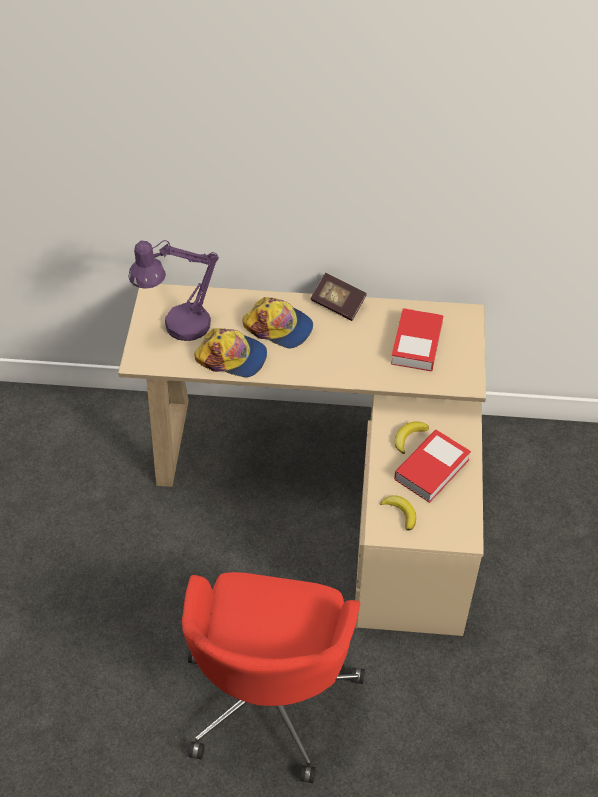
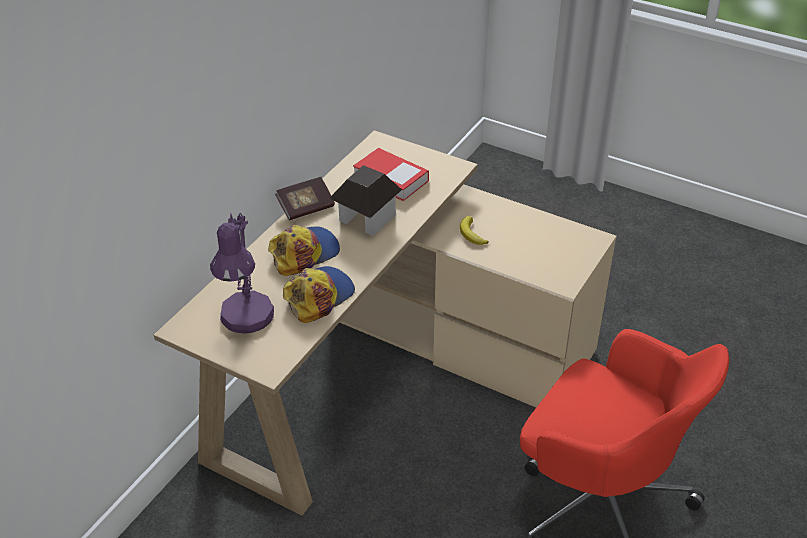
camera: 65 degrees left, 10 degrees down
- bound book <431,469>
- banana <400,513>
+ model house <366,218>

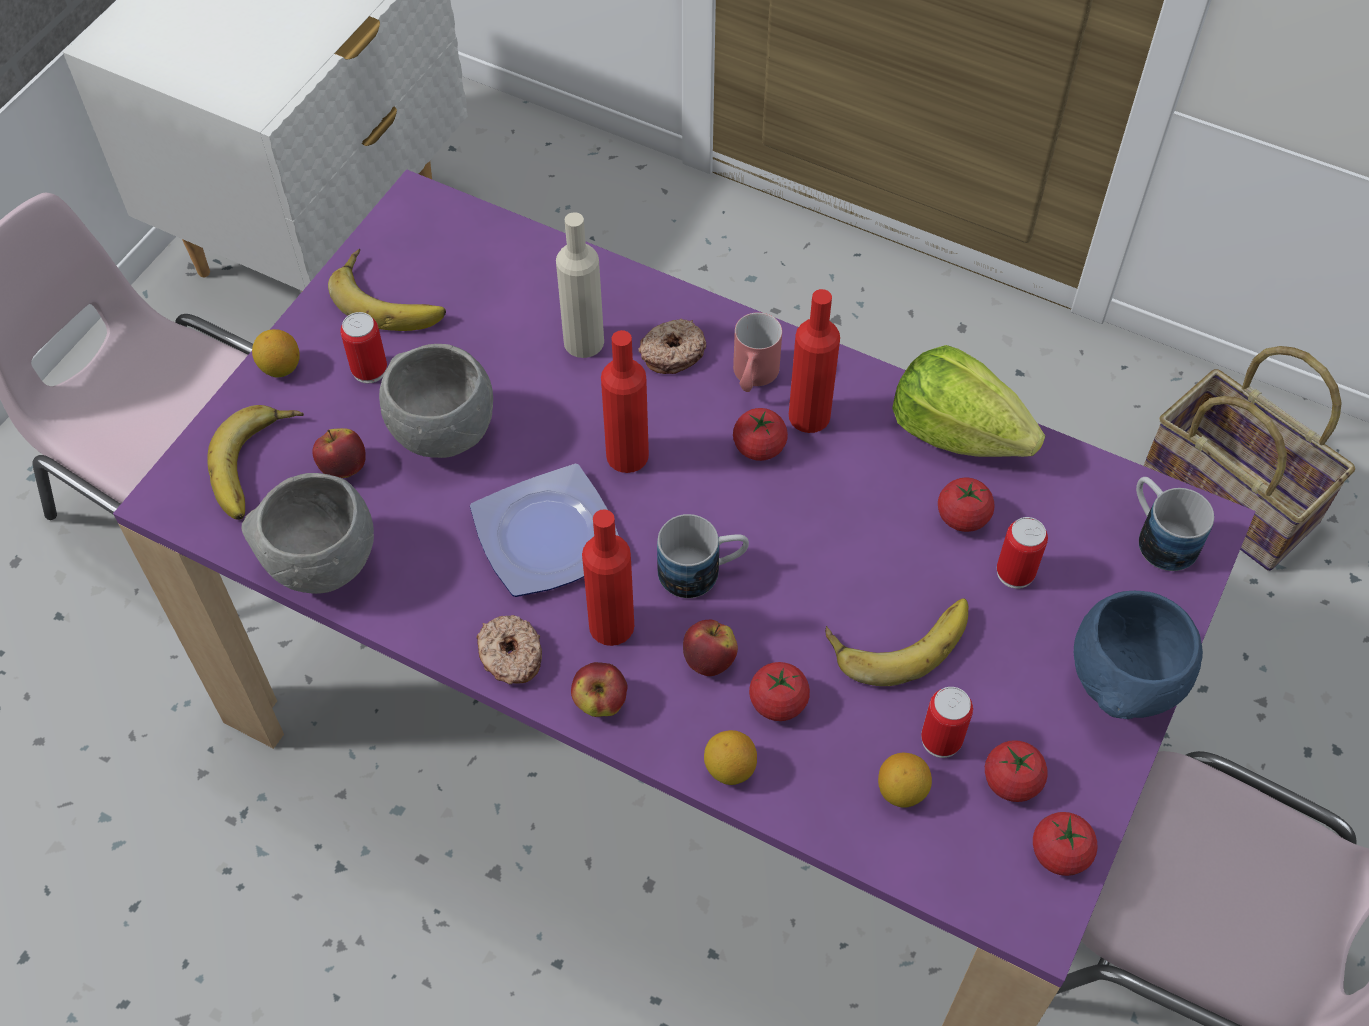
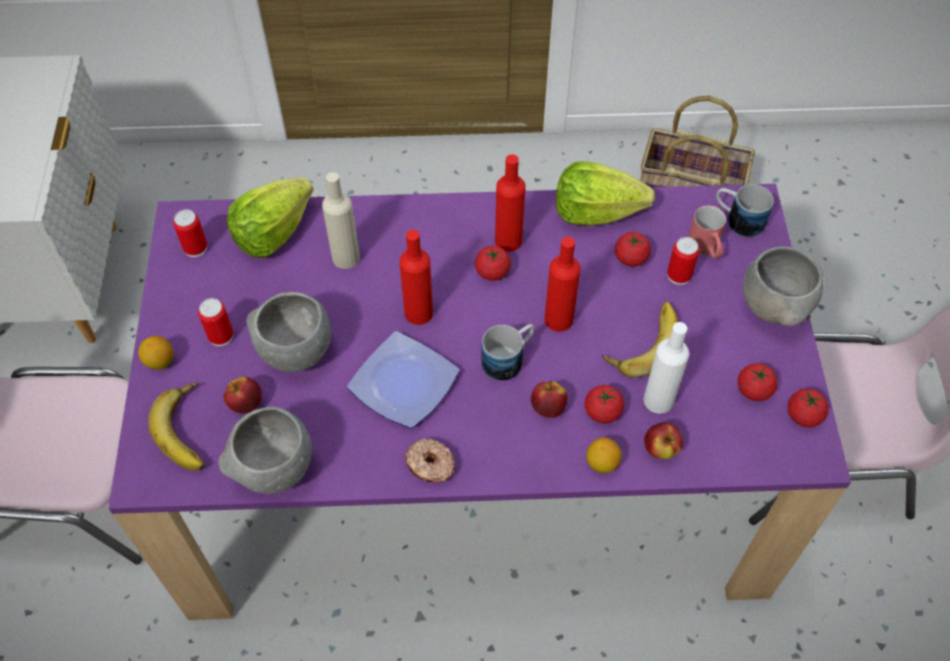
camera: 30 degrees left, 0 degrees up
- banana <391,297>
~ reddish tea mug <753,378> to <705,249>
- donut <672,352>
~ reddish bottle <611,625> to <558,319>
~ blue-coloured deep dish <1121,686> to gray deep dish <773,310>
~ apple fruit <600,702> to <660,449>
~ can <941,739> to <195,248>
- whole lemon <901,791>
+ head of lettuce <273,233>
+ white-coloured bottle <658,400>

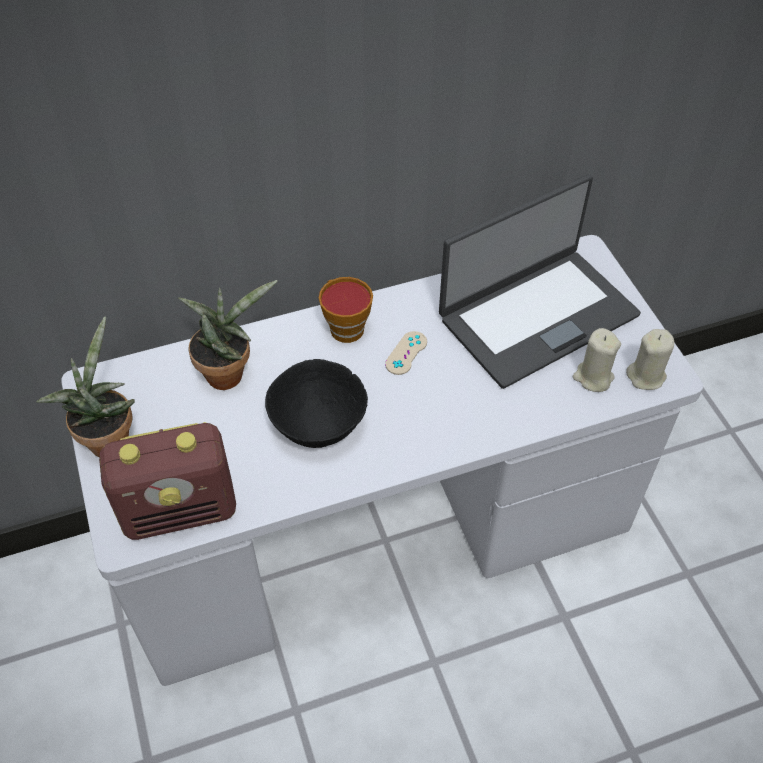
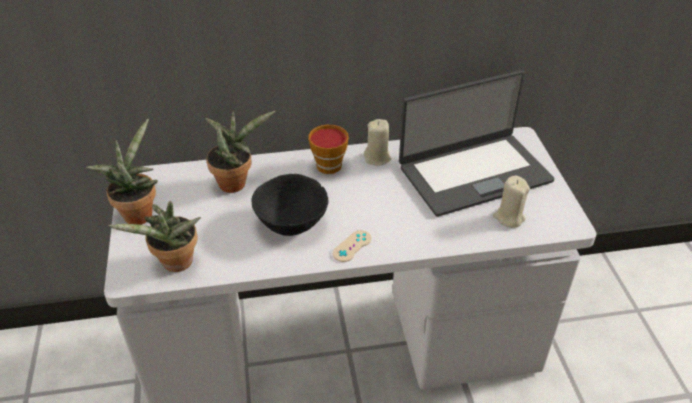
camera: 10 degrees right, 10 degrees down
~ beige-coloured wax candle <646,376> to <377,158>
~ beige-coloured game controller <406,353> to <352,246>
~ radio receiver <181,510> to houseplant <175,265>

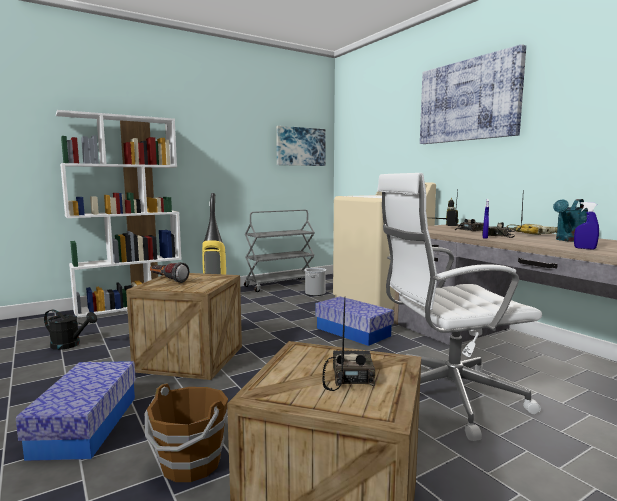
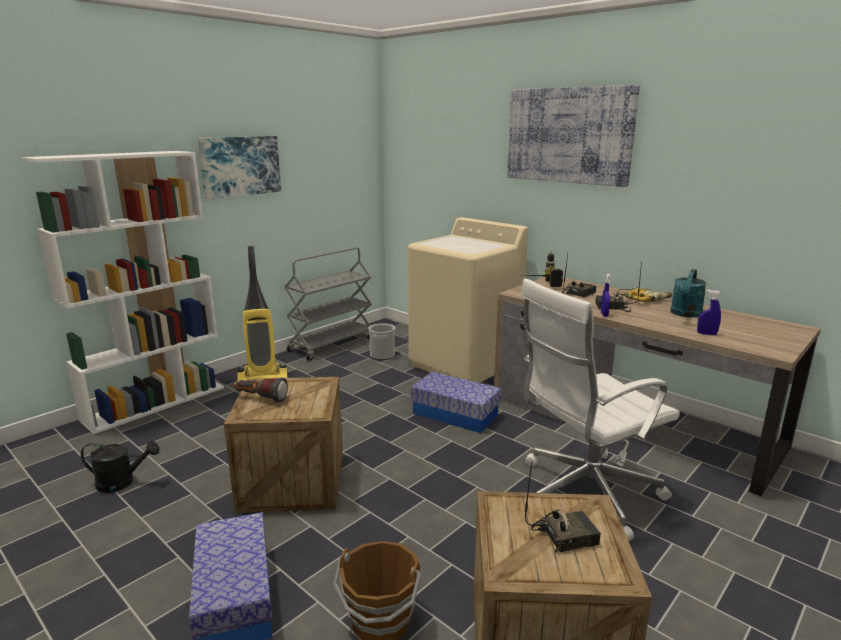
camera: 15 degrees left, 10 degrees up
~ wall art <300,146> to <240,166>
~ radio receiver <348,377> = <564,535> 90 degrees clockwise

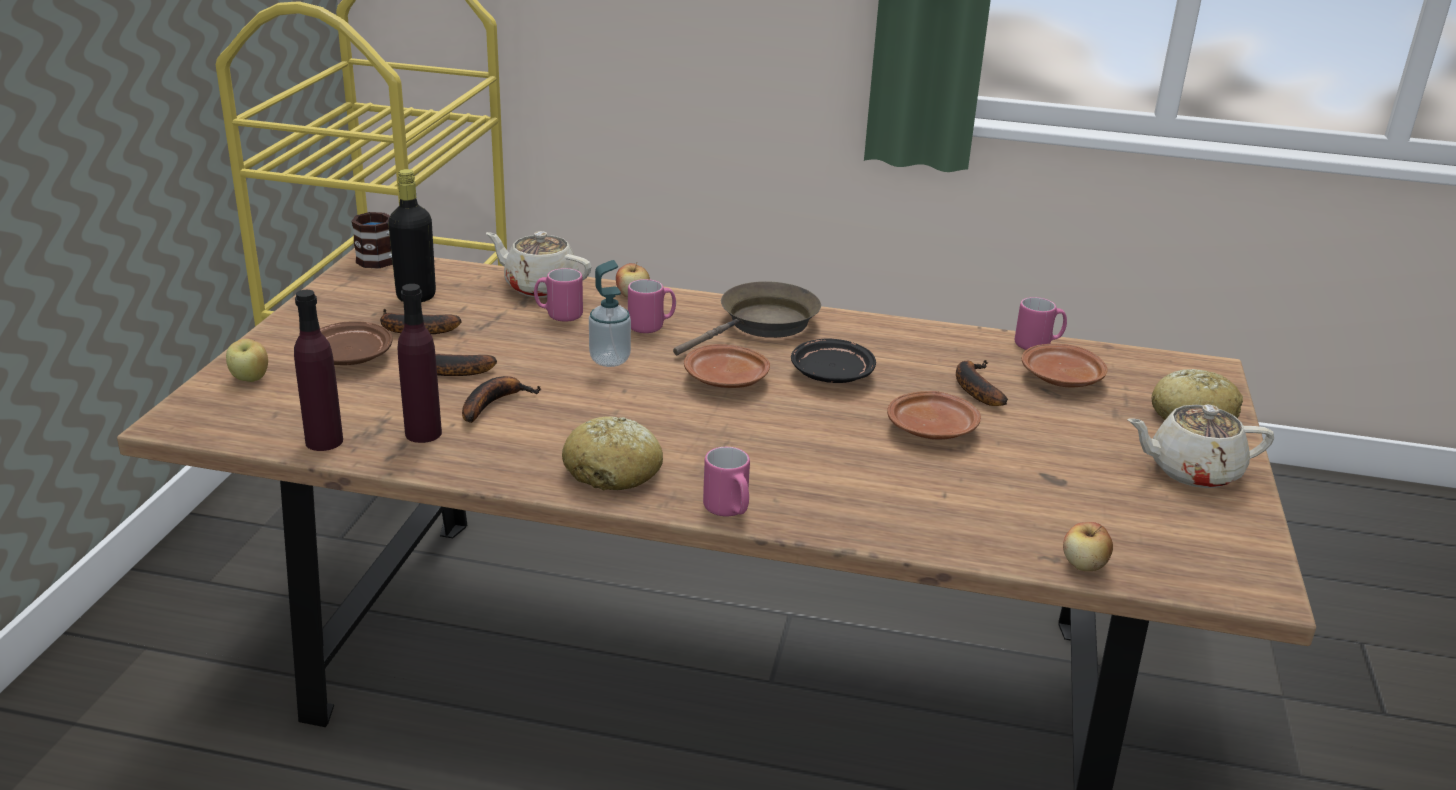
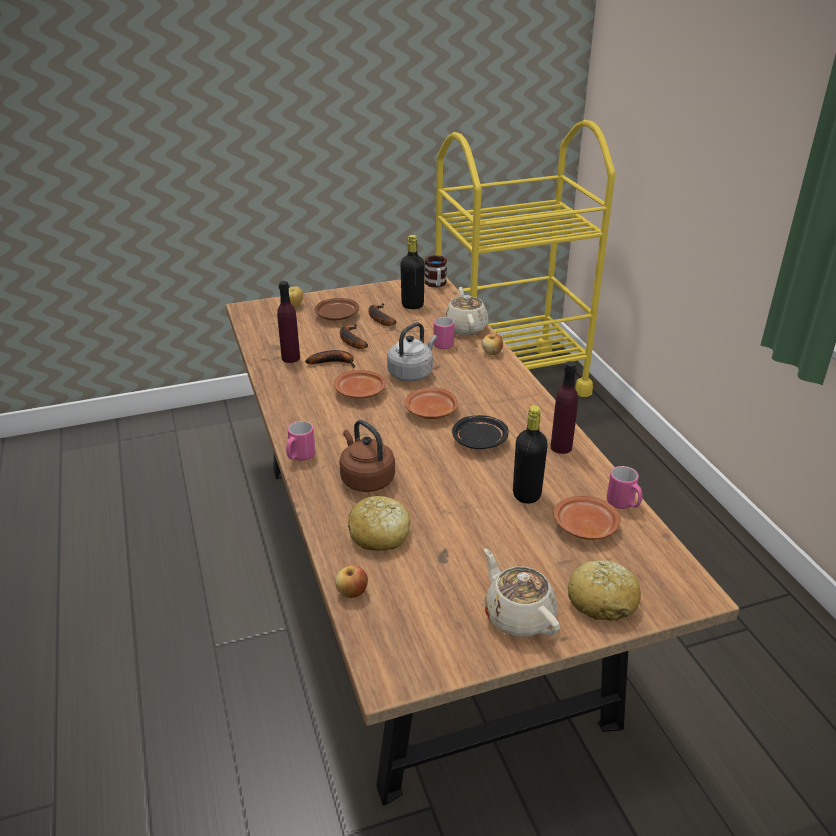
camera: 60 degrees right, 5 degrees up
~ liquid soap bottle <610,360> to gray tea kettle <412,373>
- pinkish tea mug <652,326>
- brownish skillet <763,325>
~ purple-coloured bottle <324,441> to <561,447>
~ banana <974,388> to blackish bottle <526,495>
~ brownish dinner plate <932,429> to <360,392>
~ baked bread <613,471> to <379,534>
+ brownish tea kettle <366,479>

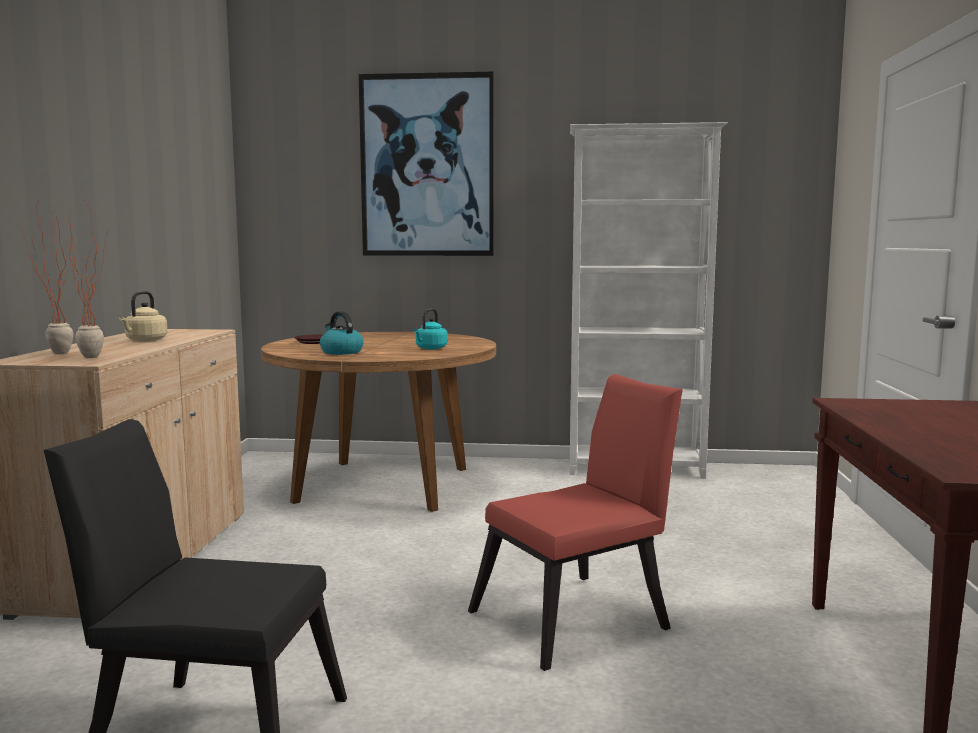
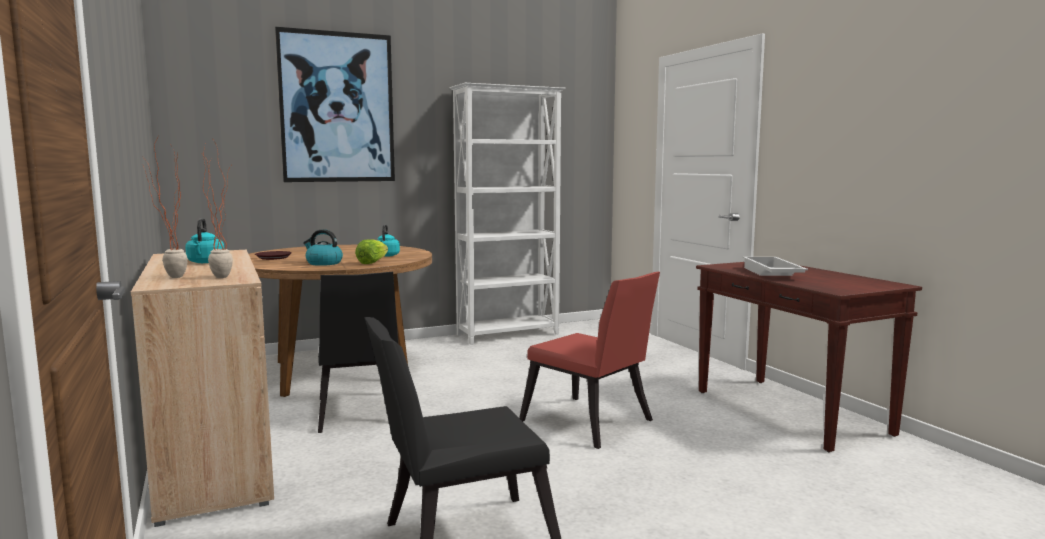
camera: 30 degrees left, 0 degrees up
~ beige-coloured tea kettle <144,340> to blue-green tea kettle <205,262>
~ reddish chair <579,618> = <591,424> 105 degrees clockwise
+ head of lettuce <372,262>
+ white-coloured tray <771,273>
+ blackish chair <361,413>

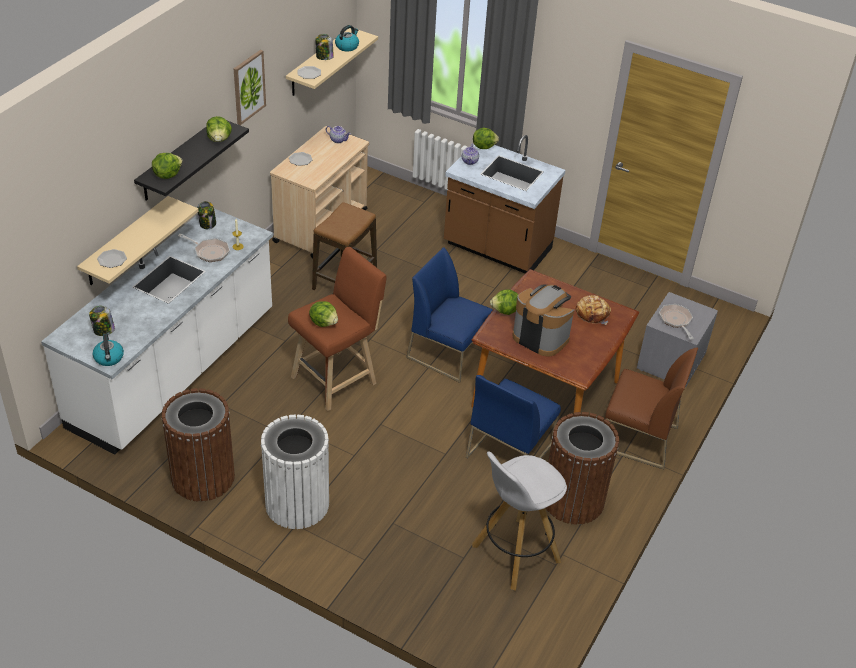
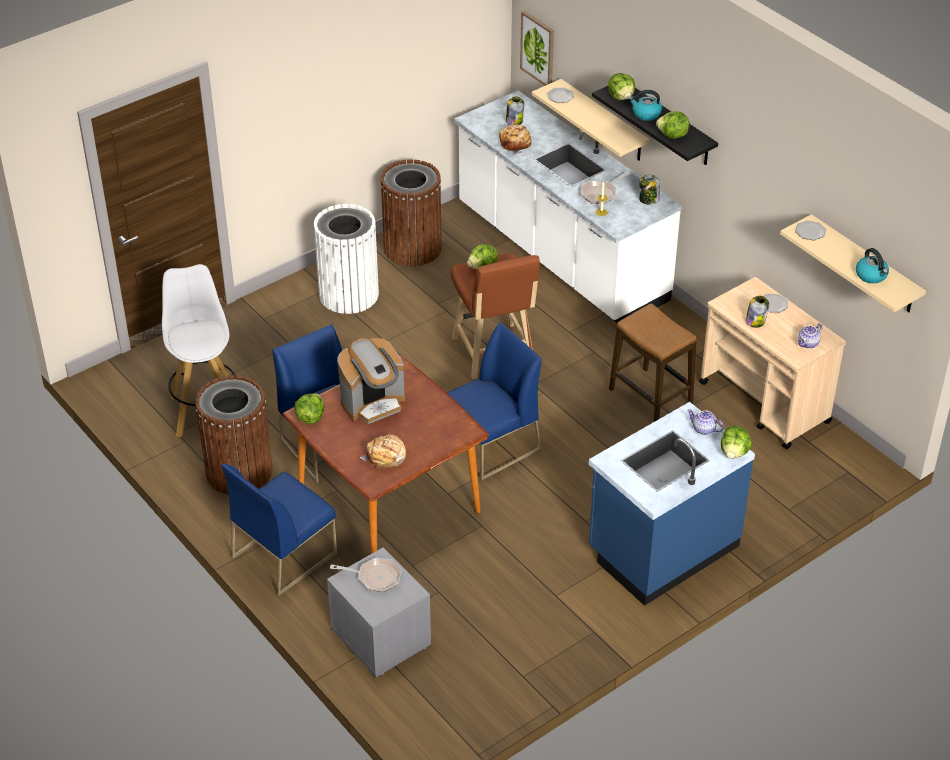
camera: 115 degrees right, 0 degrees up
~ storage jar <324,57> to <755,321>
~ wall art <248,87> to <538,49>
~ brownish counter <497,249> to blue-coloured counter <662,549>
~ head of lettuce <505,311> to <310,417>
~ tea kettle <109,358> to <646,114>
~ brownish chair <638,438> to blue-coloured chair <284,554>
+ baked bread <516,143>

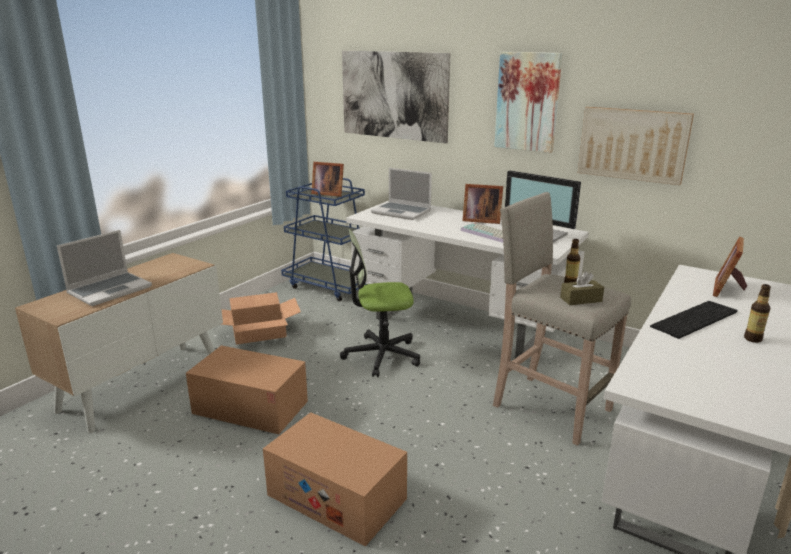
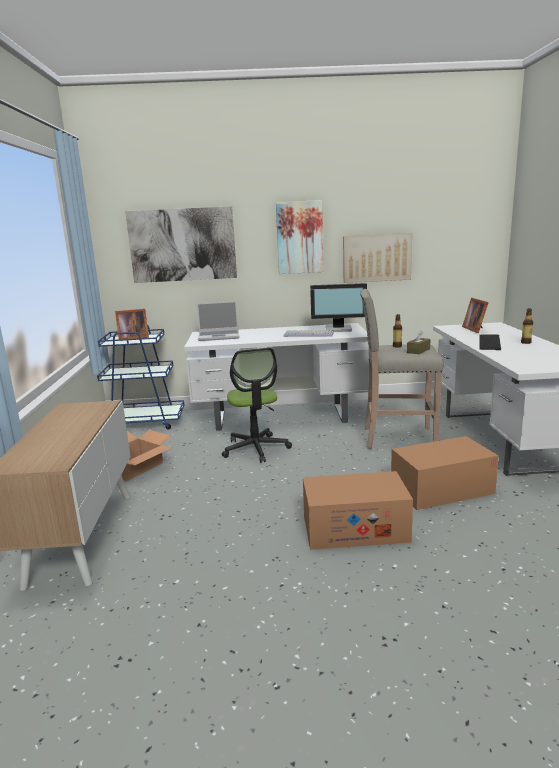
camera: 35 degrees left, 5 degrees down
- photo frame <480,220>
~ desk chair <381,355> = <256,448> 60 degrees counterclockwise
- laptop <110,290>
~ cardboard box <250,407> to <441,489>

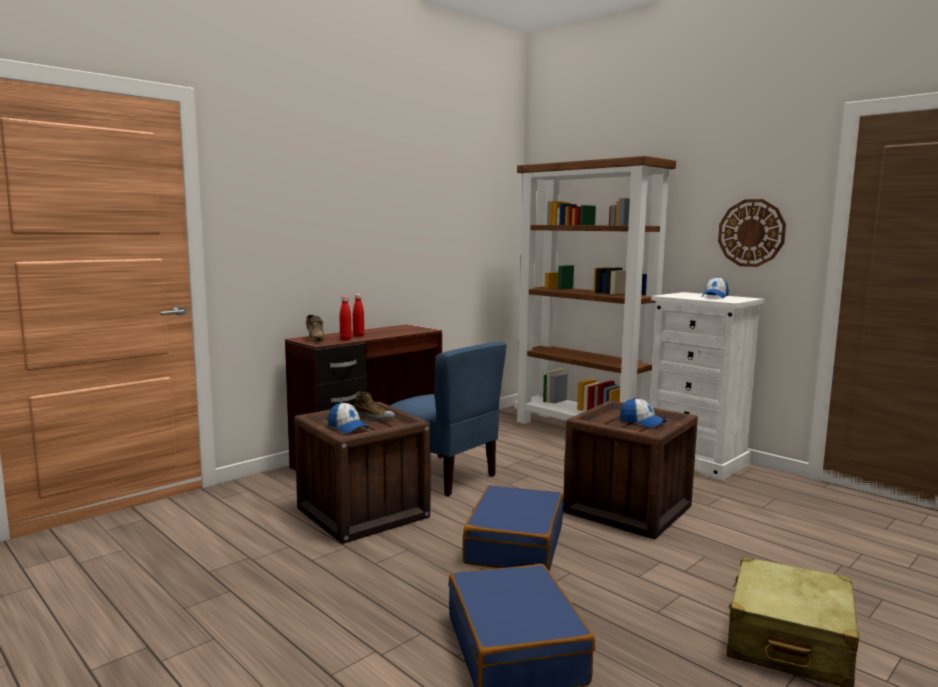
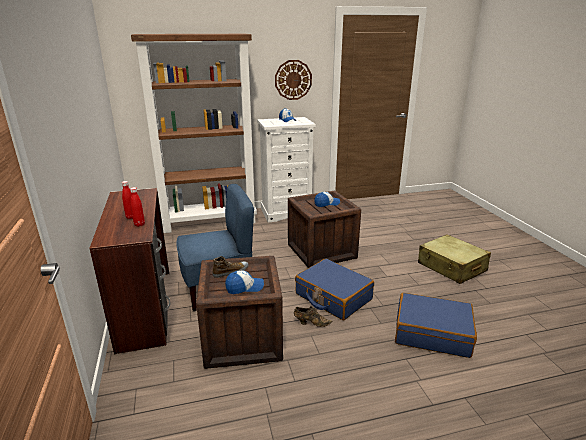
camera: 60 degrees left, 15 degrees up
~ brownish low shoe <315,338> to <311,323>

